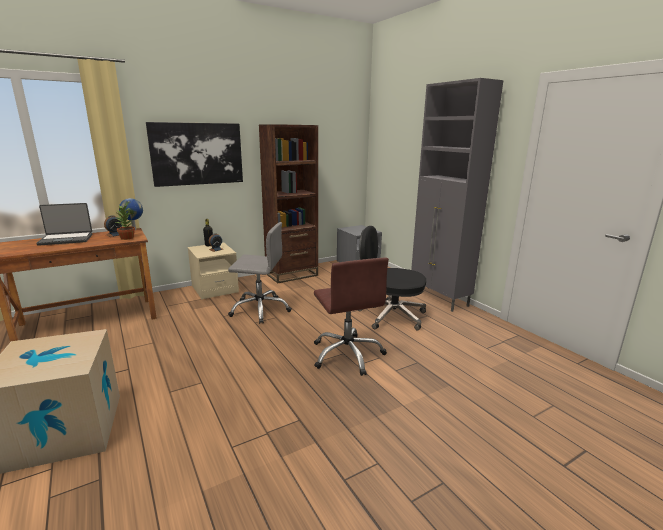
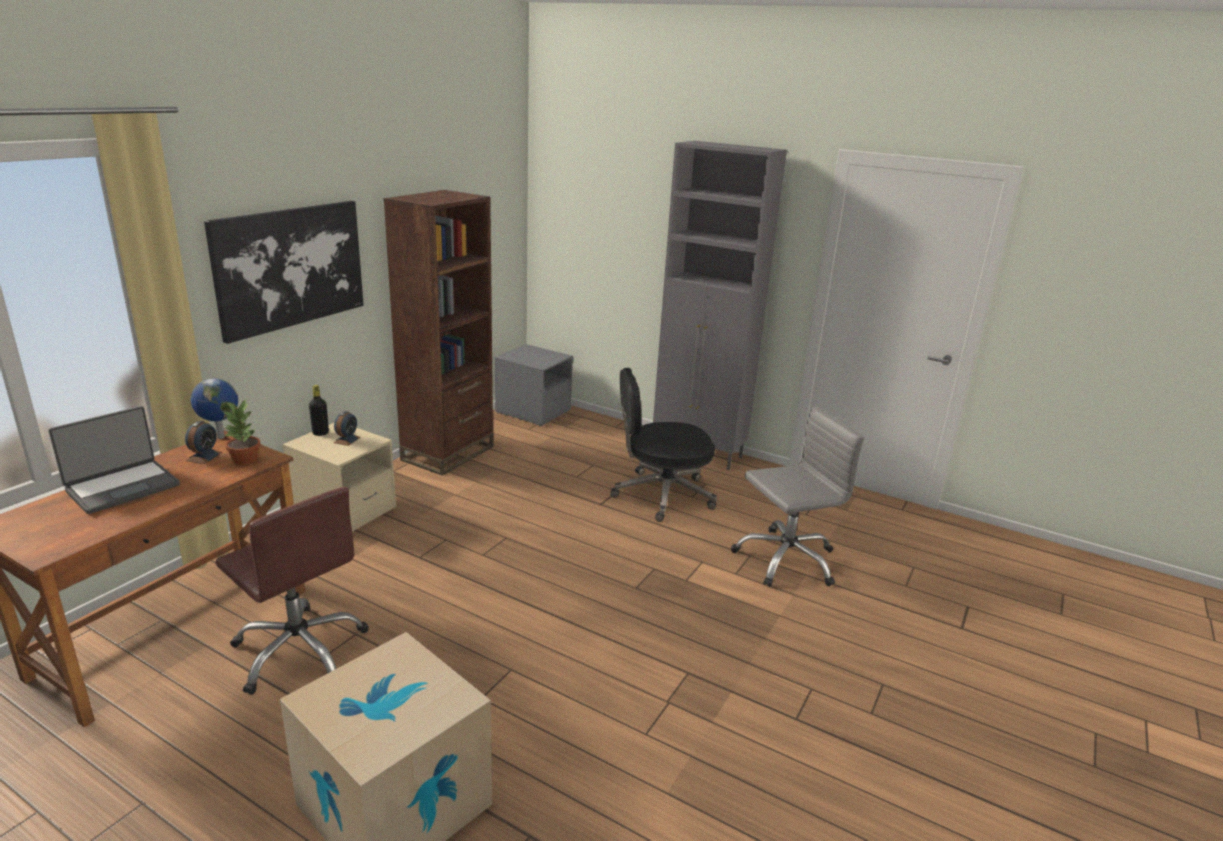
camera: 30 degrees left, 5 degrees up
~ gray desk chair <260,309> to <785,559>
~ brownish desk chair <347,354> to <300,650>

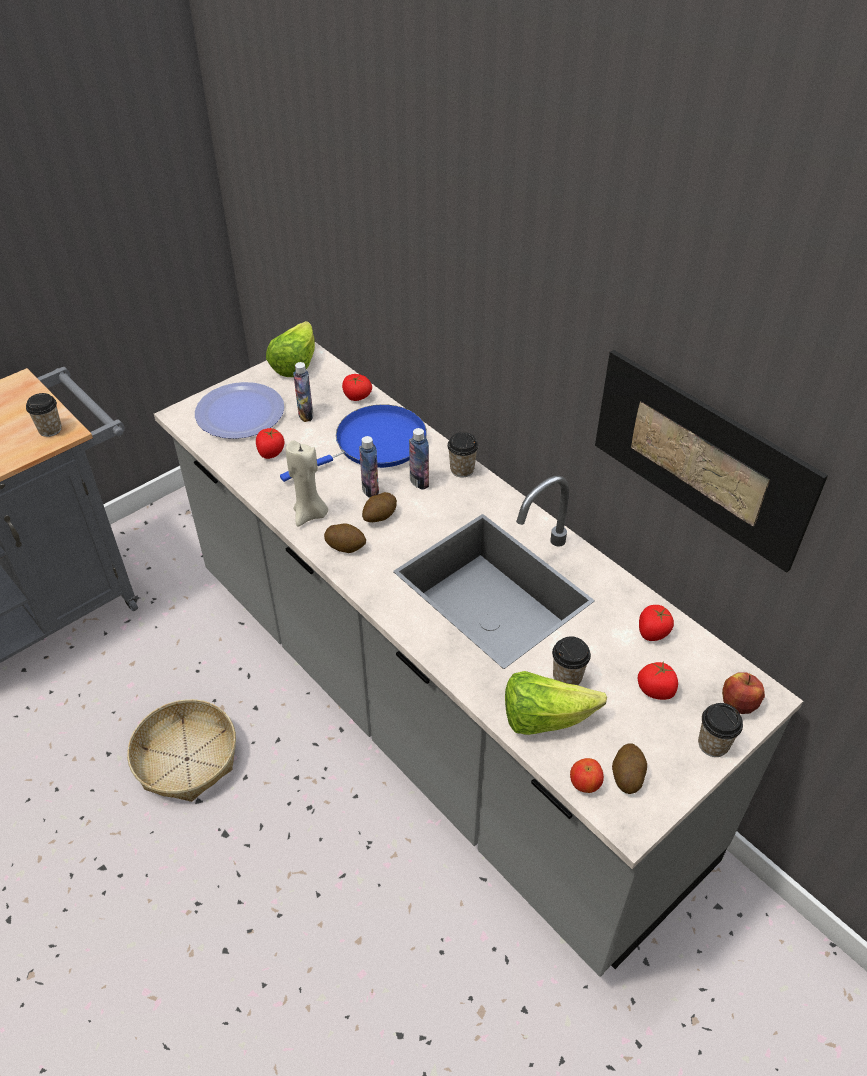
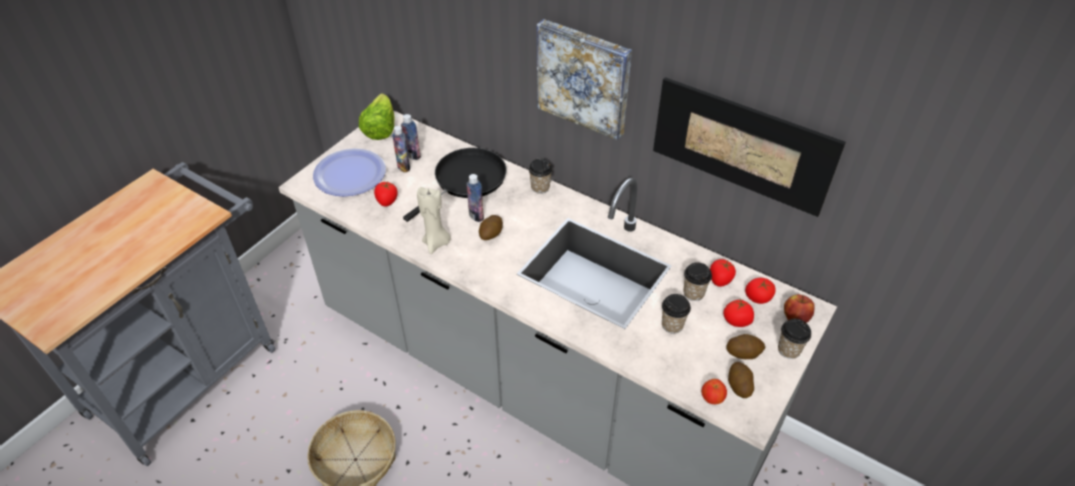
camera: 15 degrees left, 0 degrees up
~ whole tomato <357,397> to <757,298>
~ small cup <50,429> to <693,293>
~ blue-coloured skillet <374,444> to blackish skillet <466,180>
~ bottle <419,482> to <413,155>
~ potato <346,546> to <743,353>
- head of lettuce <544,718>
+ wall art <584,77>

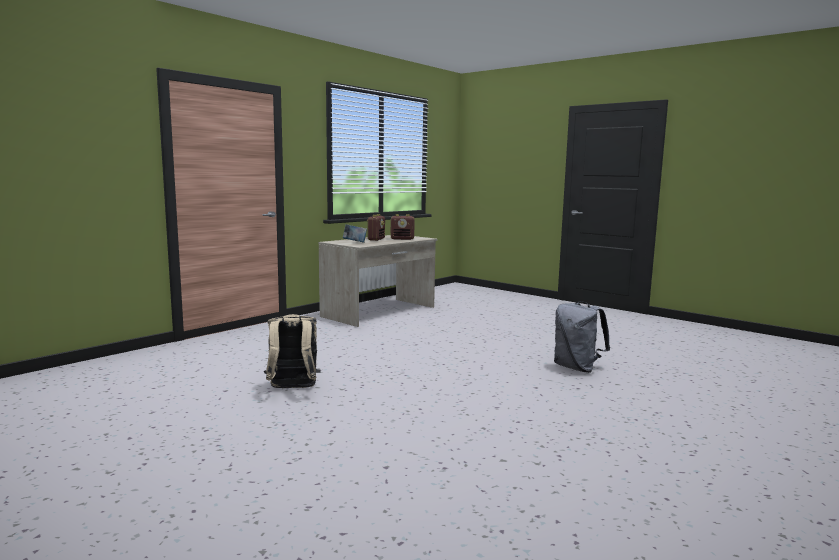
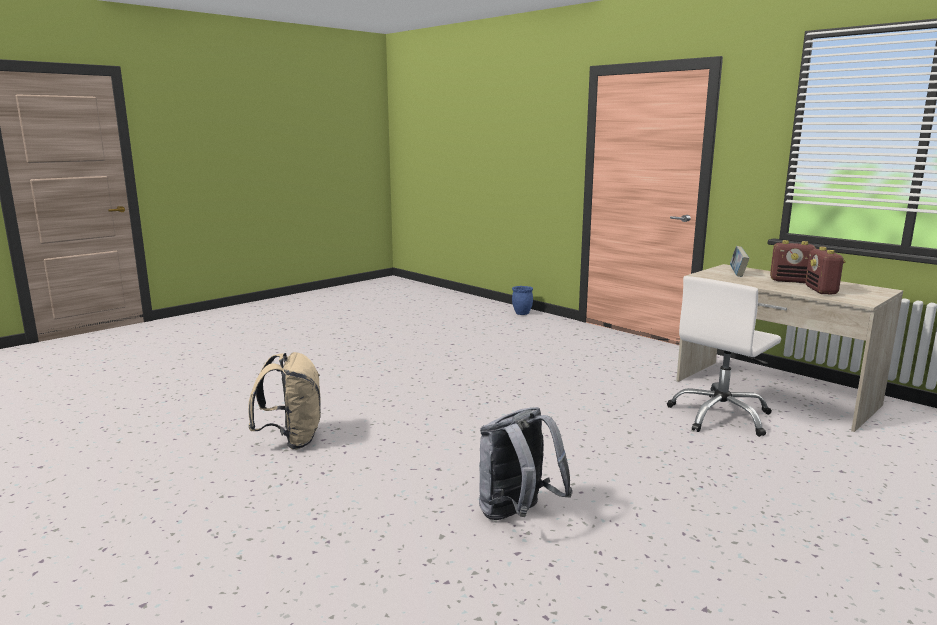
camera: 95 degrees right, 5 degrees up
~ beige-coloured knapsack <292,389> to <292,440>
+ white-coloured desk chair <720,416>
+ blue-coloured planter <522,313>

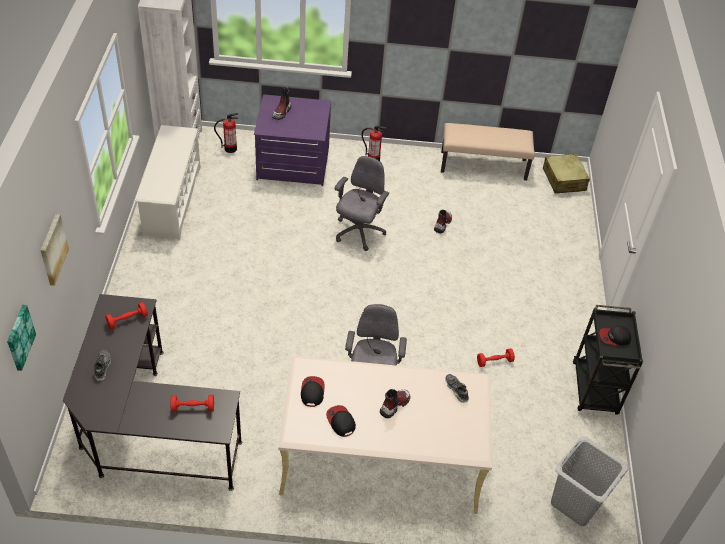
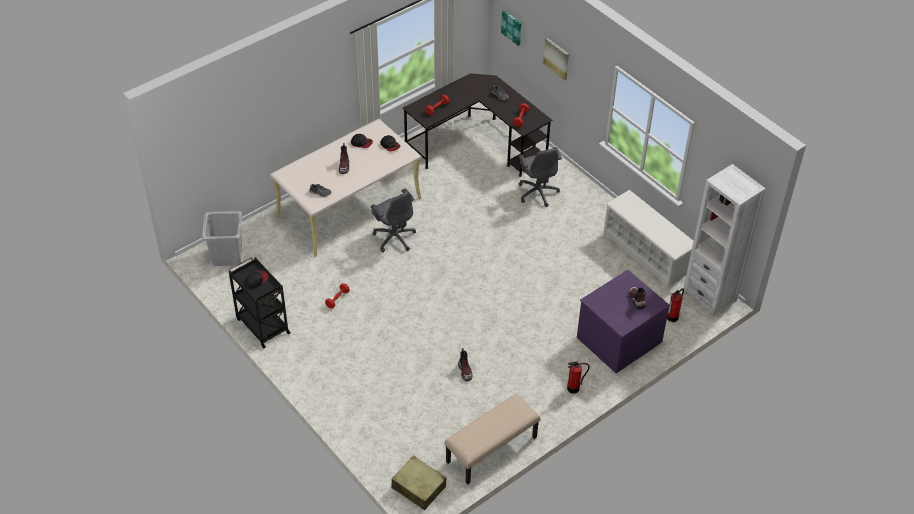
camera: 140 degrees right, 0 degrees up
~ gray desk chair <358,232> to <537,192>

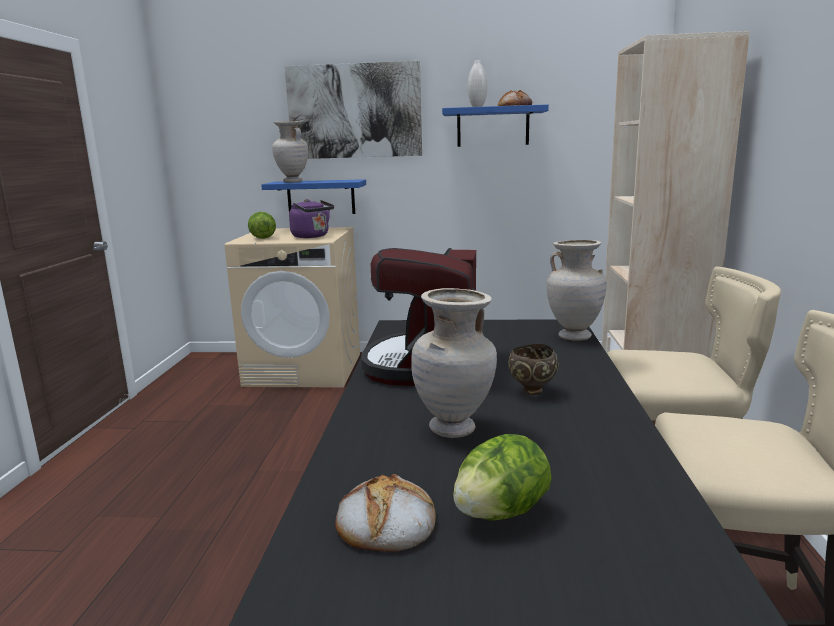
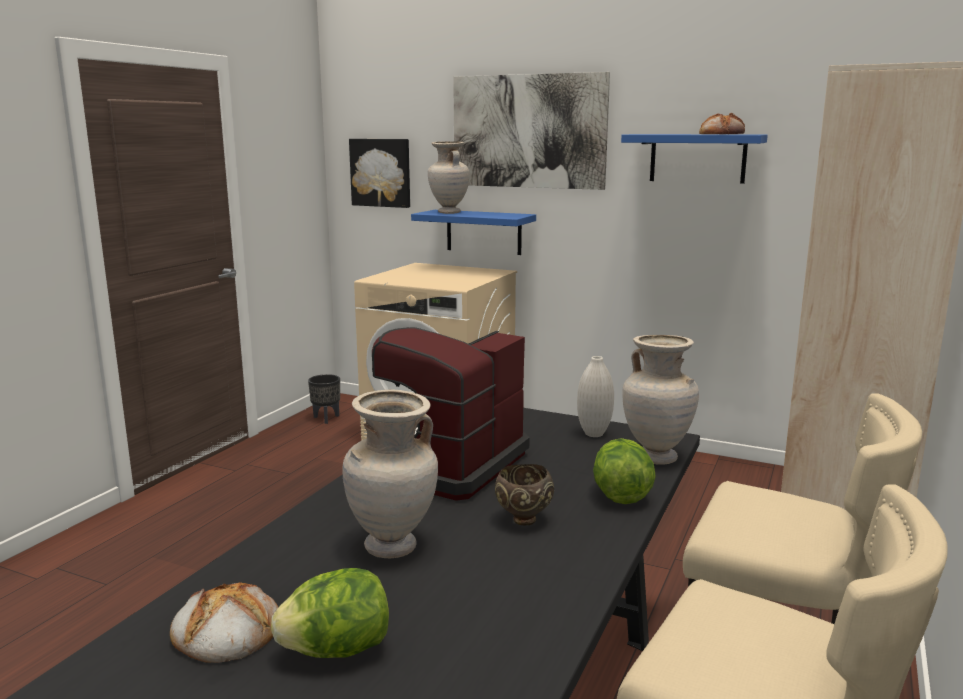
camera: 20 degrees right, 0 degrees up
~ white-coloured vase <477,107> to <594,434>
- purple-coloured tea kettle <312,236>
~ head of lettuce <262,238> to <621,495>
+ wall art <381,172>
+ blackish planter <326,418>

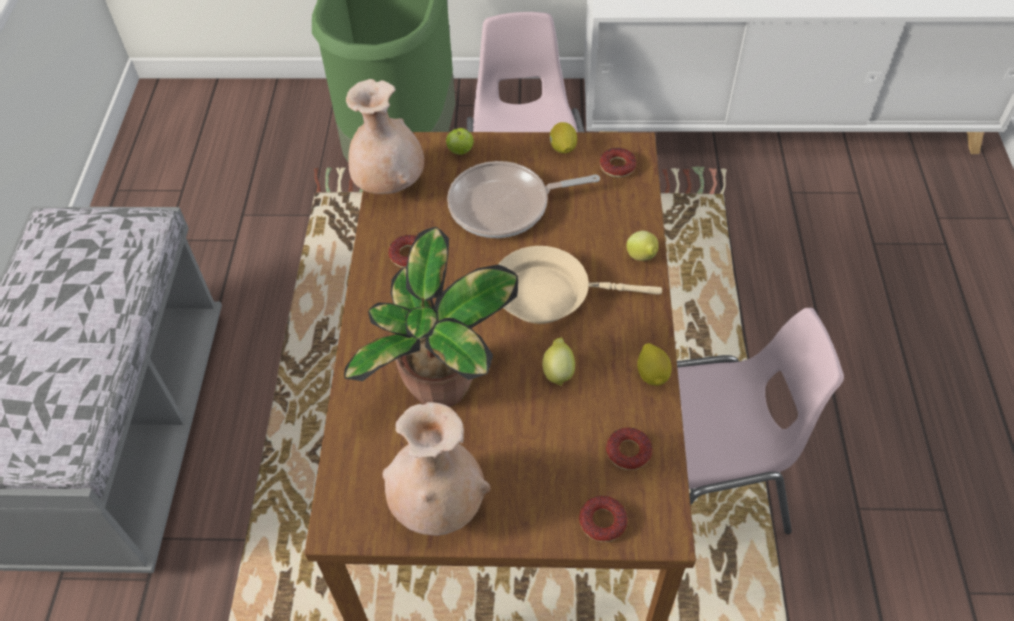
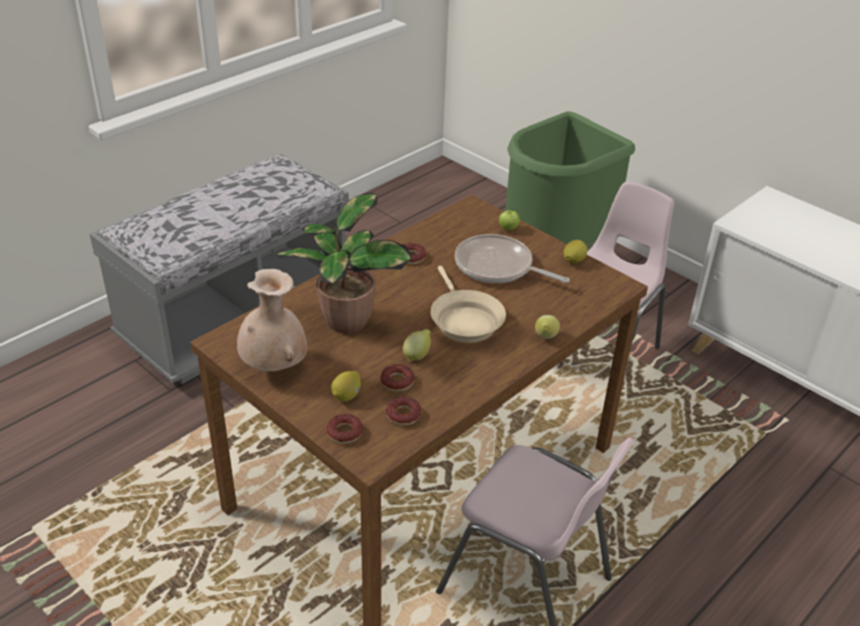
camera: 40 degrees right, 15 degrees down
- beige-coloured vase <389,184>
~ donut <617,166> to <397,381>
~ beige-coloured skillet <549,294> = <464,320> 150 degrees counterclockwise
~ whole lemon <652,374> to <347,396>

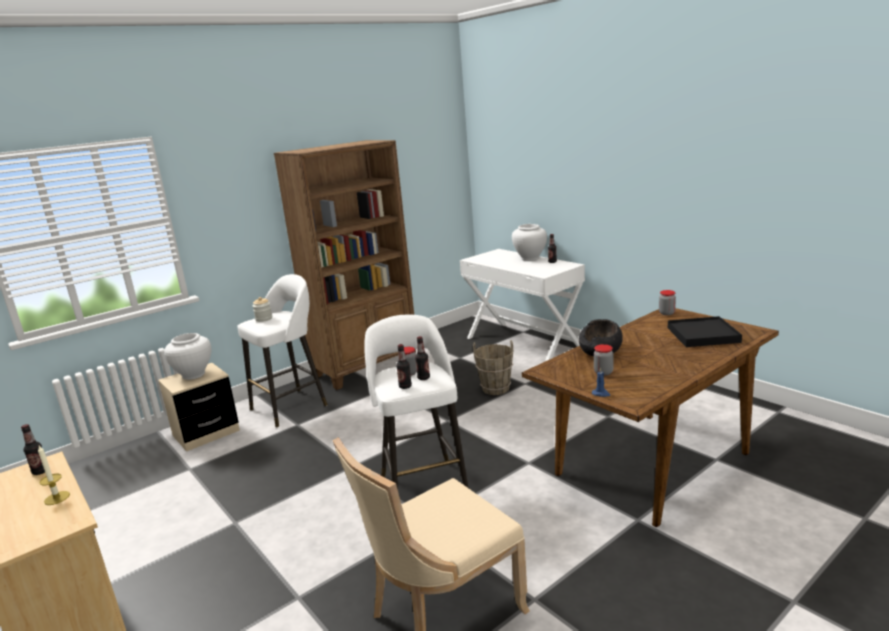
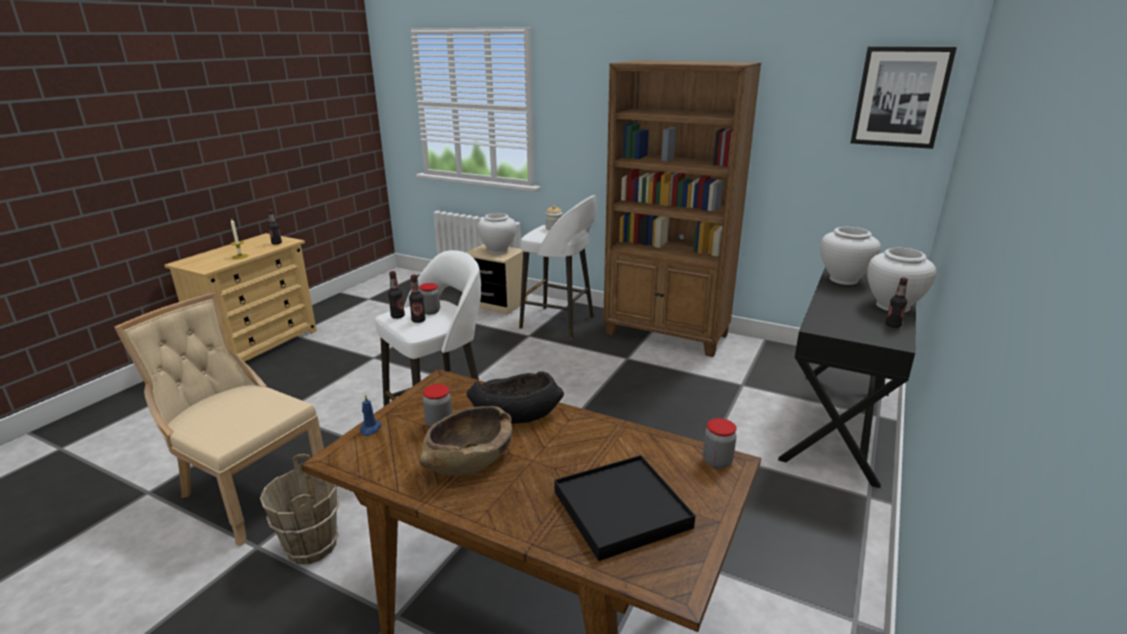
camera: 65 degrees right, 5 degrees up
~ white-coloured desk unit <523,343> to blackish desk unit <839,424>
~ brownish pail <495,389> to <311,547>
+ wall art <900,97>
+ white-coloured vase <843,280>
+ brownish deep dish <469,459>

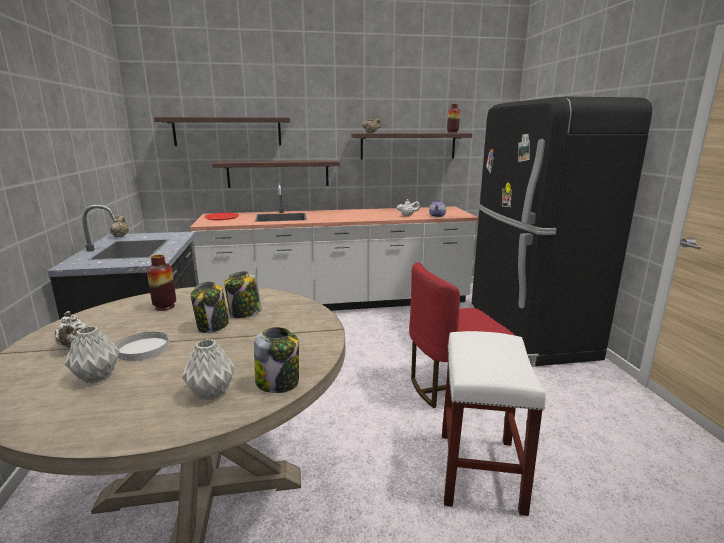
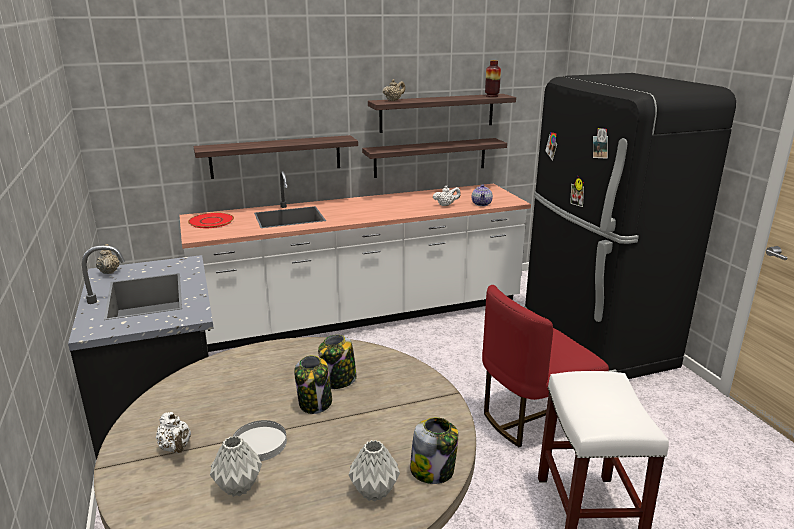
camera: 10 degrees left, 5 degrees up
~ shelf <227,131> to <430,157>
- vase <165,307>

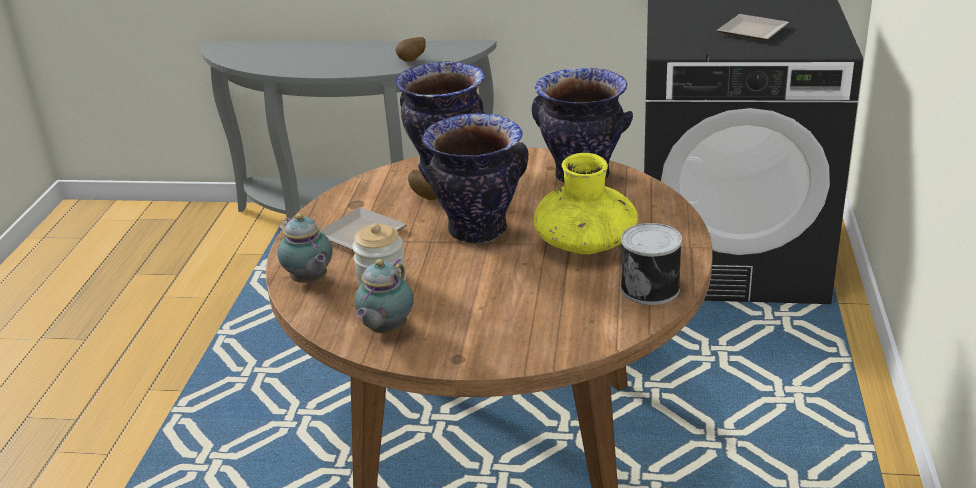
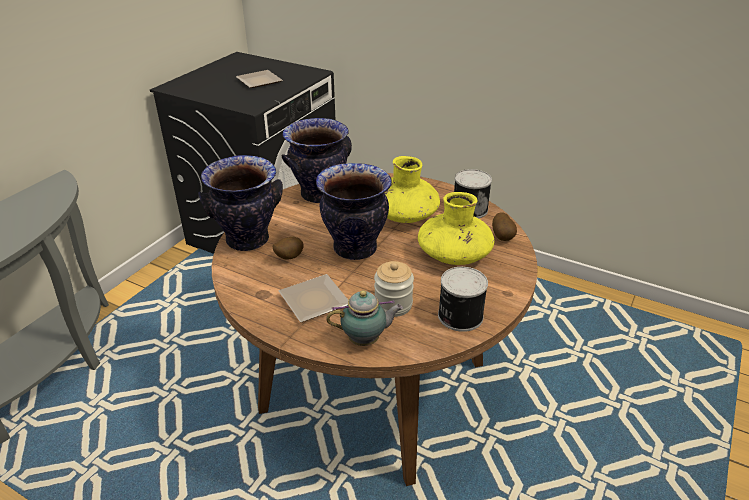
camera: 70 degrees left, 5 degrees up
~ potato <412,61> to <503,237>
~ teapot <385,331> to can <459,316>
+ yellow-coloured vase <454,255>

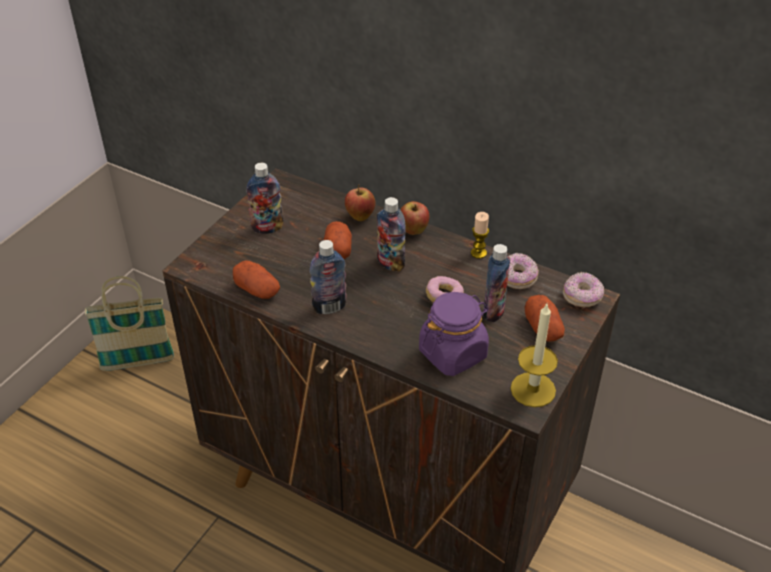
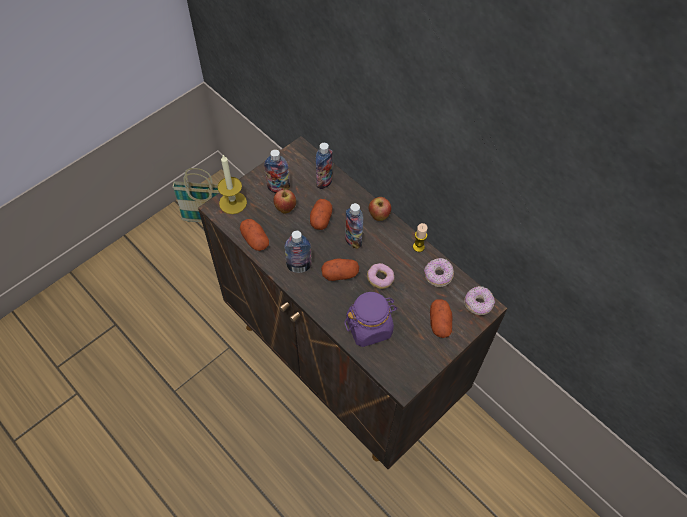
camera: 15 degrees right, 15 degrees up
~ apple fruit <360,217> to <285,208>
~ bottle <493,311> to <324,182>
~ wax candle <533,389> to <233,202>
+ potato <340,274>

